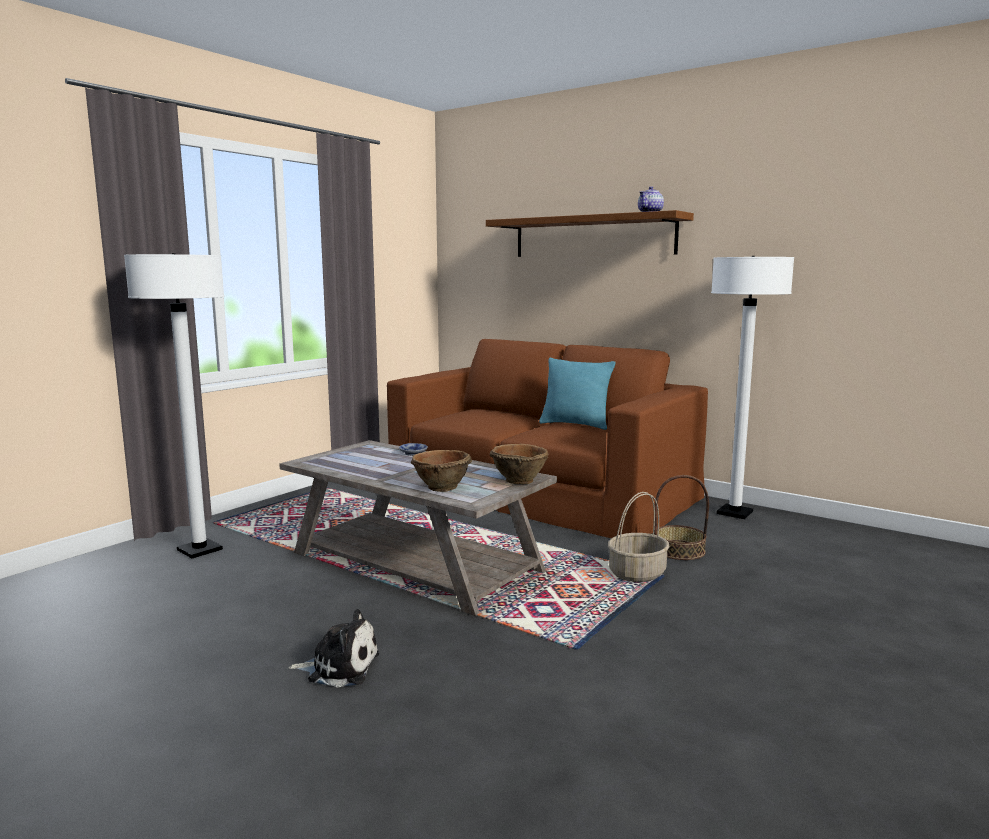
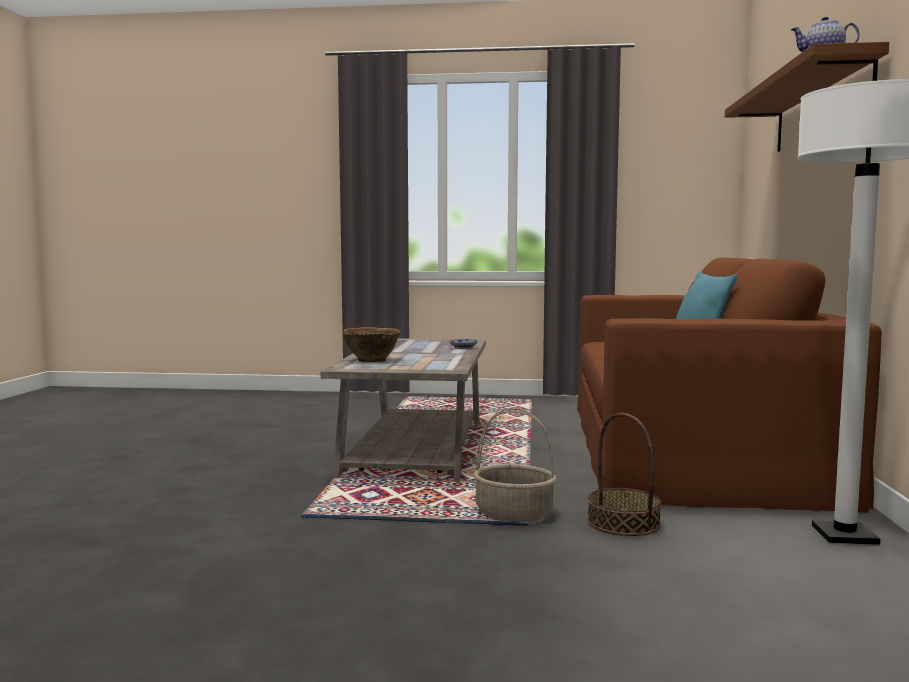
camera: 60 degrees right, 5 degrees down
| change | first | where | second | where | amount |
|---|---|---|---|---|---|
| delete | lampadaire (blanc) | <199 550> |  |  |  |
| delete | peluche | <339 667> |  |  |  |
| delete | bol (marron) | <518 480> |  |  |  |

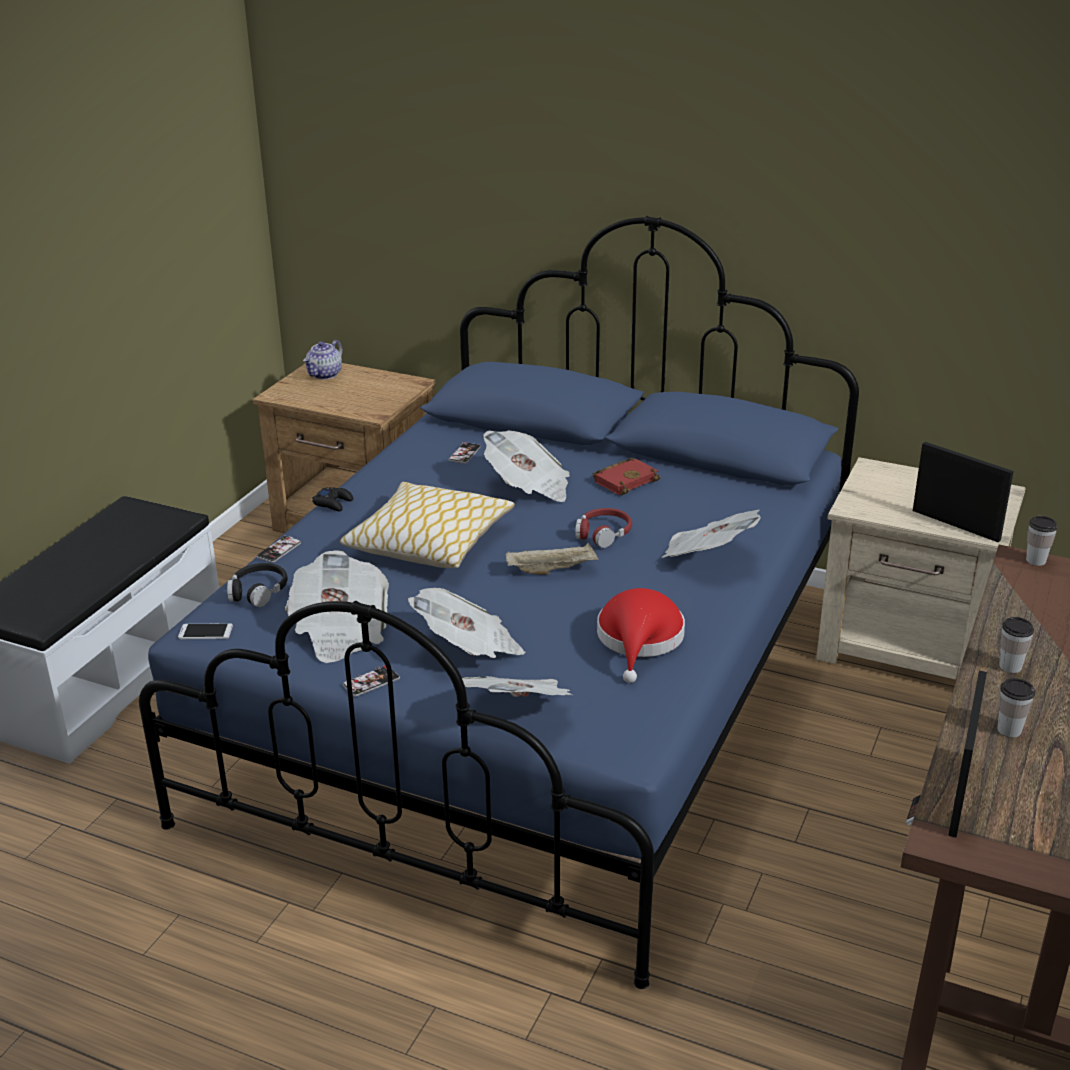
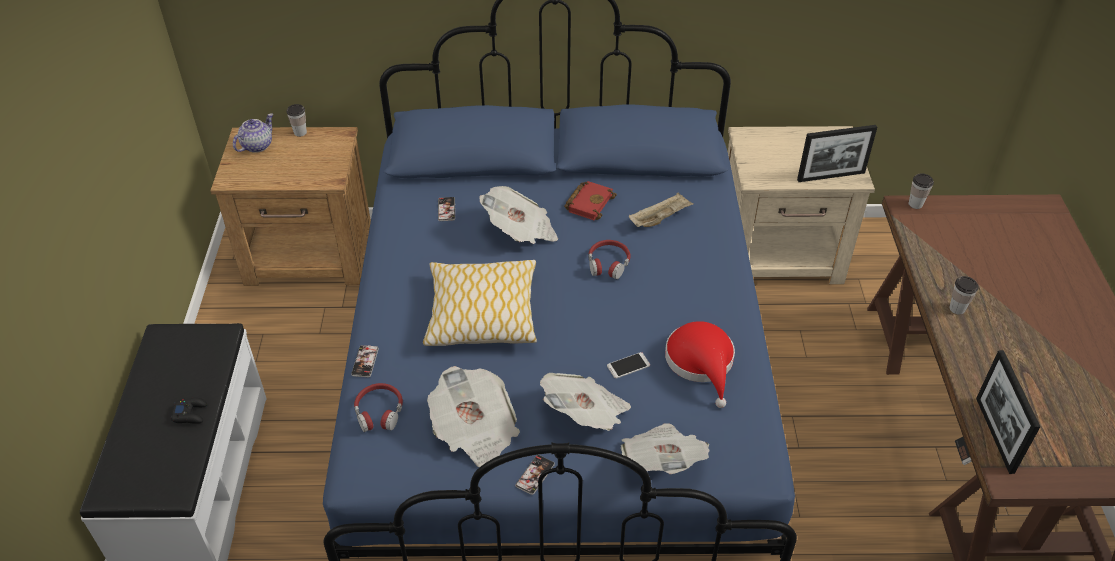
camera: 25 degrees left, 15 degrees up
| change | first | where | second | where | amount |
|---|---|---|---|---|---|
| delete | journal | <708 556> |  |  |  |
| move | téléphone | <205 632> |  | <628 365> |  |
| move | manette (noir) | <333 503> |  | <190 413> |  |
| move | plateau (beige) | <553 570> |  | <660 219> |  |
| move | tasse | <1009 730> |  | <300 132> |  |
| recolor | casque audio (noir) | <258 591> | casque audio (rouge) | <379 412> |  |
| rotate | théière | <325 375> |  | <257 145> | 150 degrees counterclockwise |
| rotate | cadre photo | <955 525> |  | <831 176> | 150 degrees clockwise |

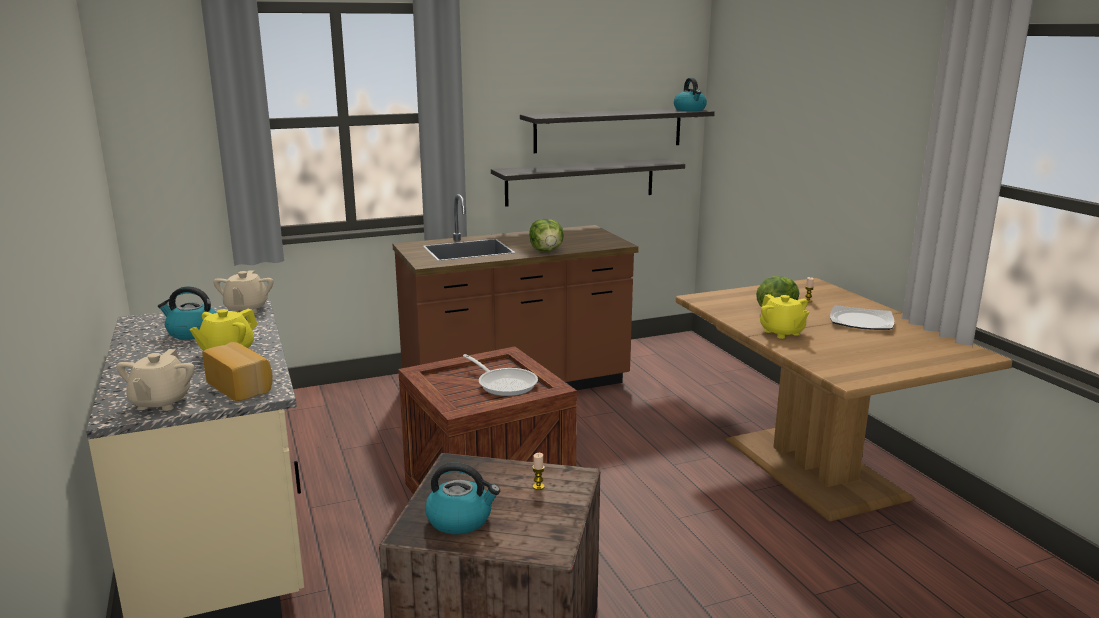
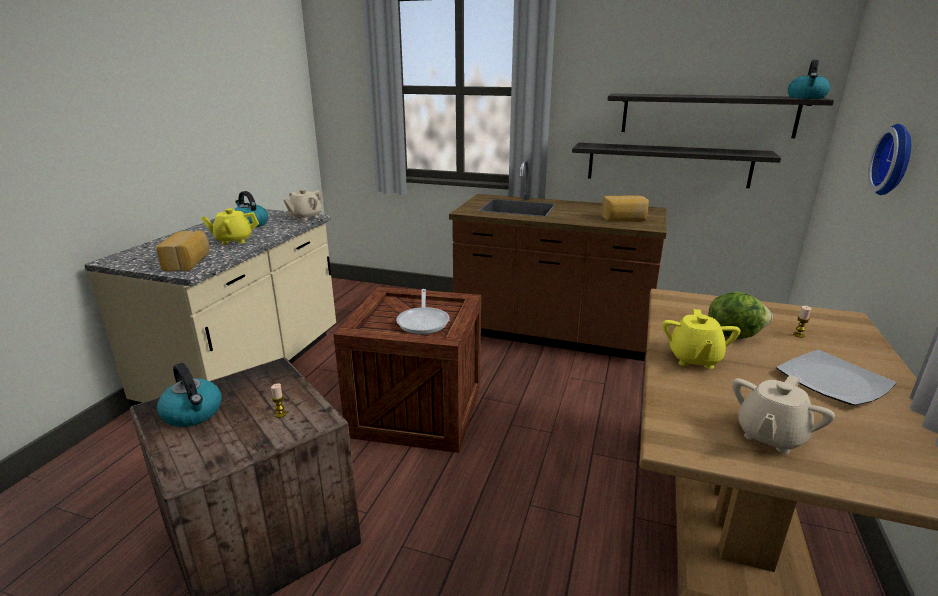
camera: 40 degrees right, 5 degrees up
| change | first | where | second | where | amount |
|---|---|---|---|---|---|
| delete | laitue | <547 251> |  |  |  |
| insert |  |  | pain | <624 219> |  |
| insert |  |  | horloge murale | <896 160> |  |
| move | théière (beige) | <161 403> |  | <770 436> |  |

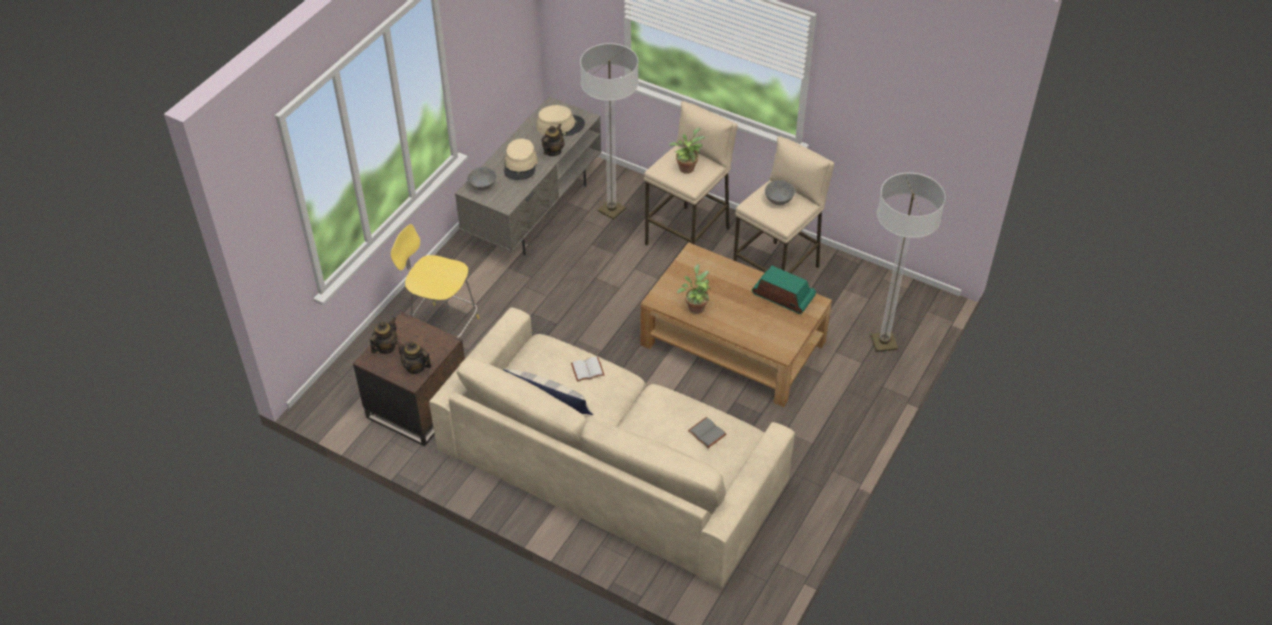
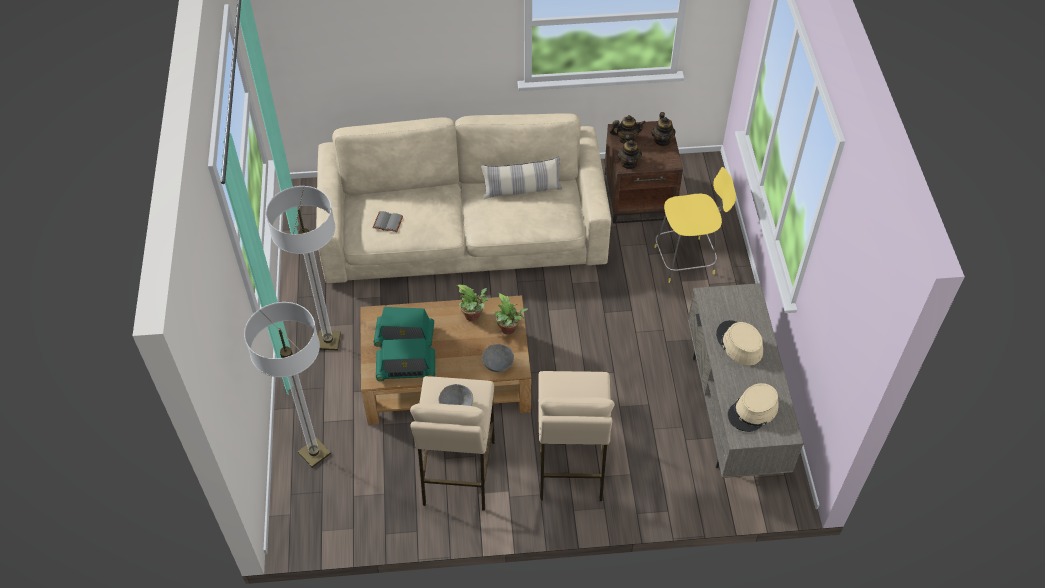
camera: 145 degrees right, 5 degrees up
| change | first | where | second | where | amount |
|---|---|---|---|---|---|
| delete | livre (blanc) | <587 370> |  |  |  |
| insert |  |  | radio | <404 336> |  |
| move | bol (gris) | <482 186> |  | <498 365> |  |
| move | théière | <553 151> |  | <629 163> |  |
| move | lampadaire | <611 210> |  | <328 341> |  |
| move | plante en pot | <687 167> |  | <509 330> |  |

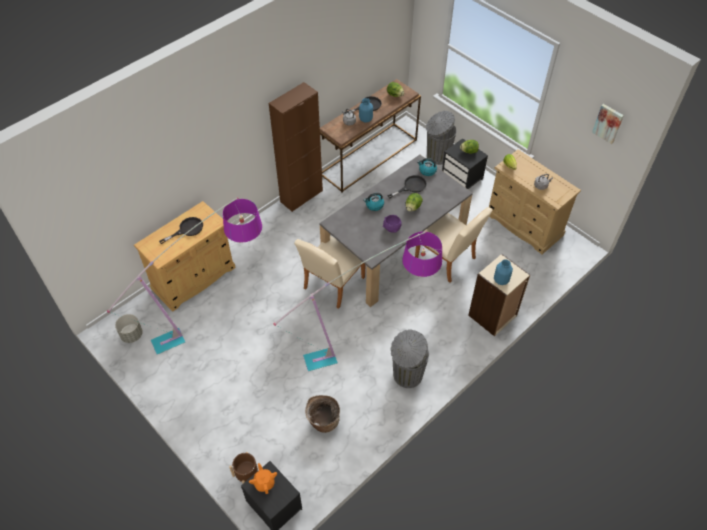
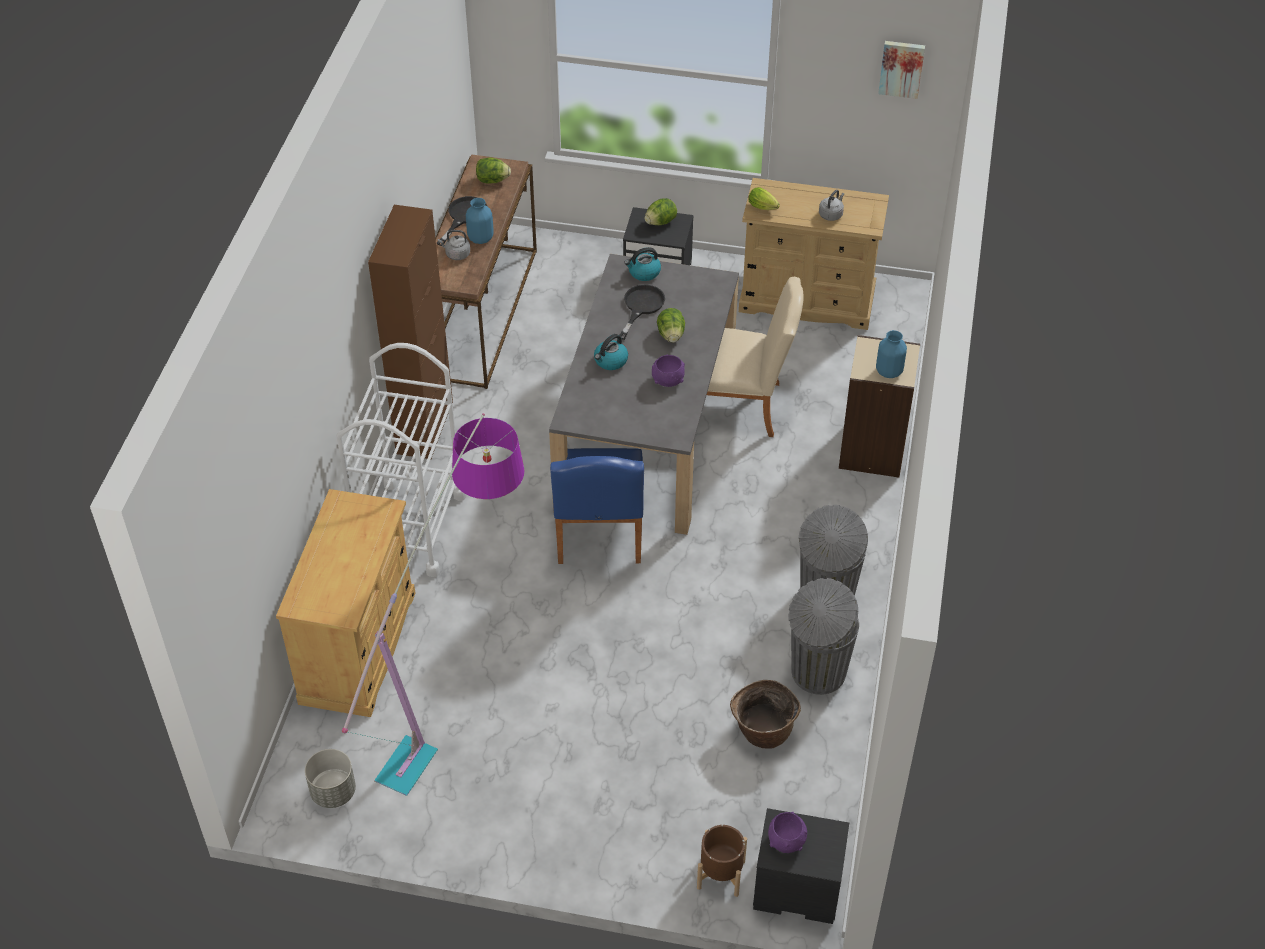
camera: 35 degrees left, 5 degrees down
| change | first | where | second | where | amount |
|---|---|---|---|---|---|
| delete | poêle (noir) | <187 229> |  |  |  |
| delete | lampadaire | <372 345> |  |  |  |
| insert |  |  | chariot (blanc) | <411 527> |  |
| move | poubelle (gris) | <437 156> |  | <817 673> |  |
| replace | théière (orange) | <264 482> | bol (violet) | <787 841> |  |
| recolor | chaise (beige) | <331 285> | chaise (bleu) | <599 535> |  |

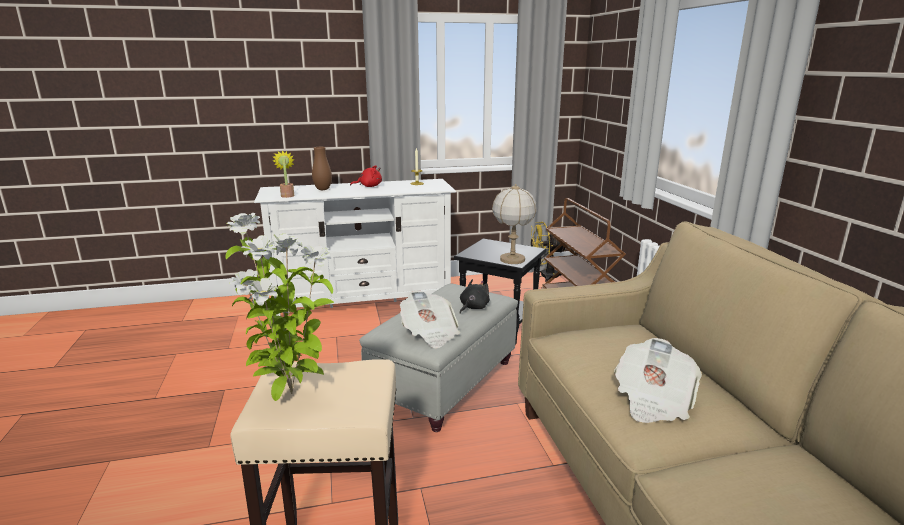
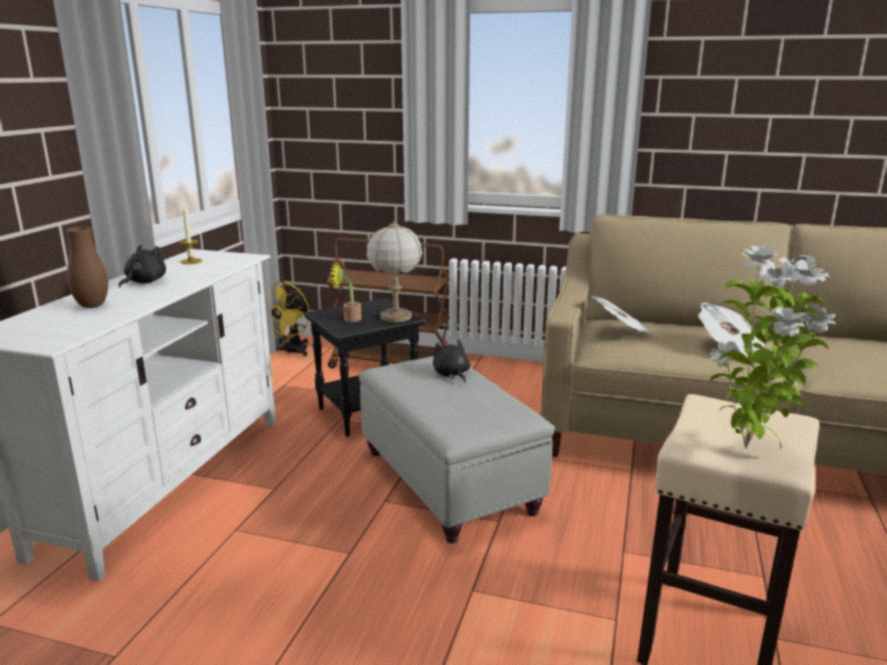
camera: 60 degrees left, 0 degrees up
| change | first | where | second | where | amount |
|---|---|---|---|---|---|
| move | plante en pot | <287 195> |  | <349 319> |  |
| move | journal | <430 333> |  | <622 332> |  |
| recolor | peluche (rouge) | <369 186> | peluche (noir) | <144 282> |  |

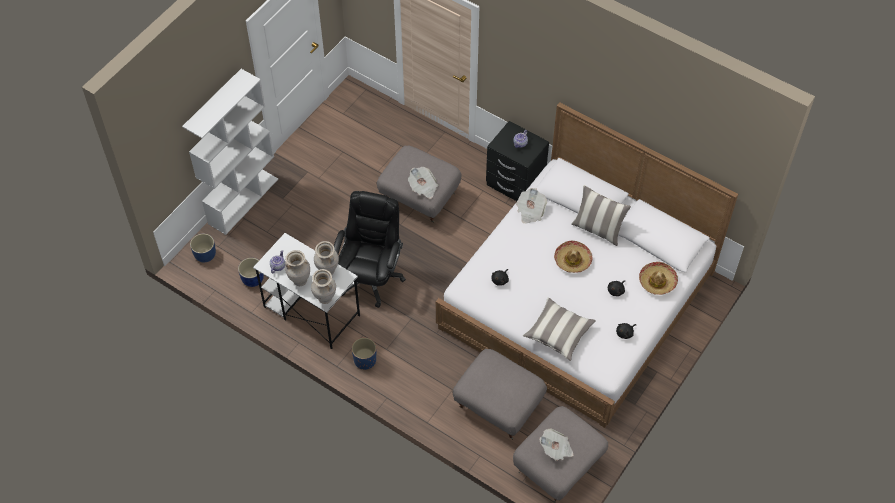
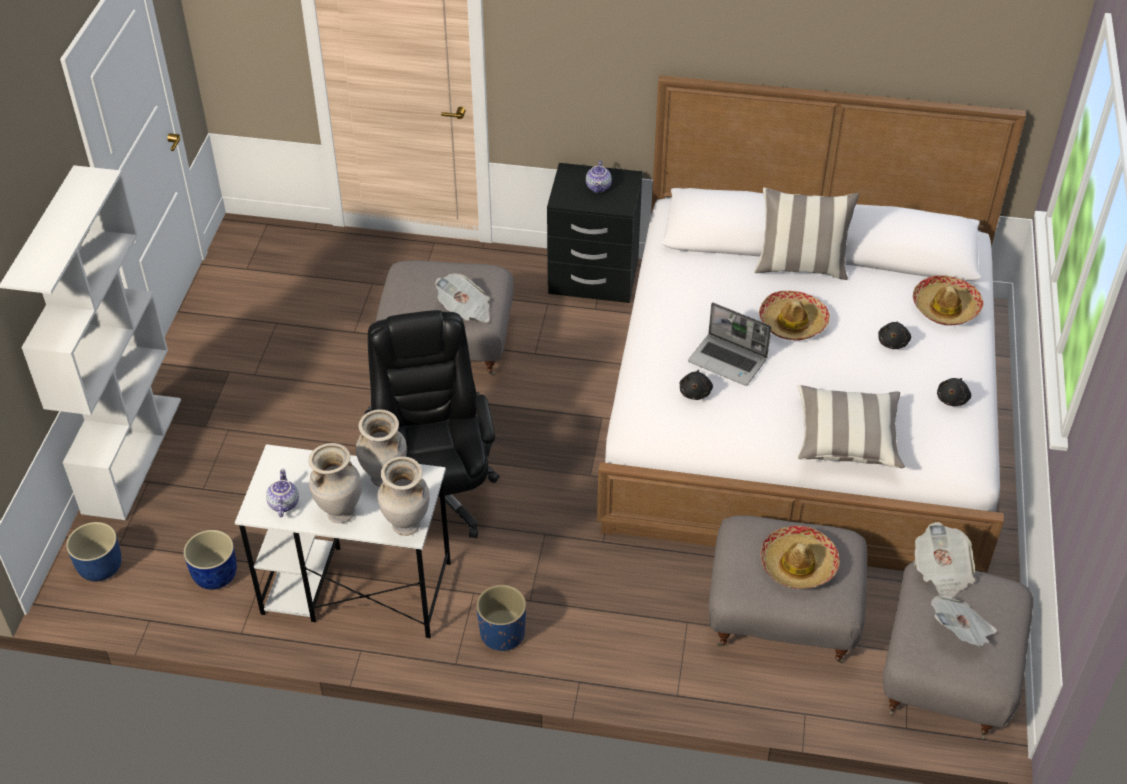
camera: 25 degrees left, 10 degrees down
| change | first | where | second | where | amount |
|---|---|---|---|---|---|
| insert |  |  | ordinateur portable | <728 361> |  |
| insert |  |  | chapeau | <798 564> |  |
| move | journal | <530 211> |  | <941 572> |  |

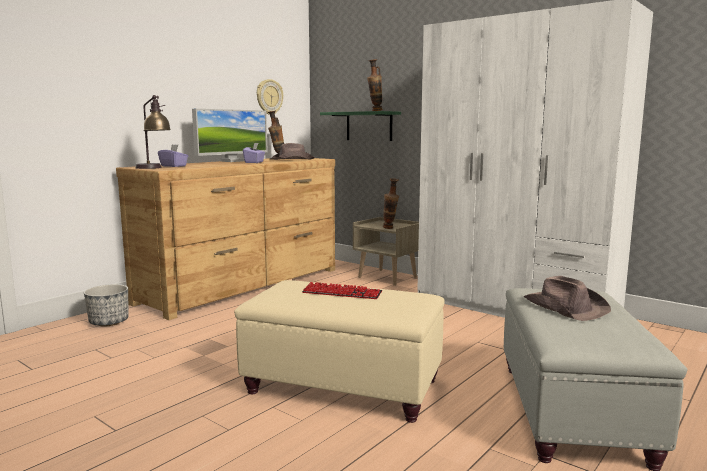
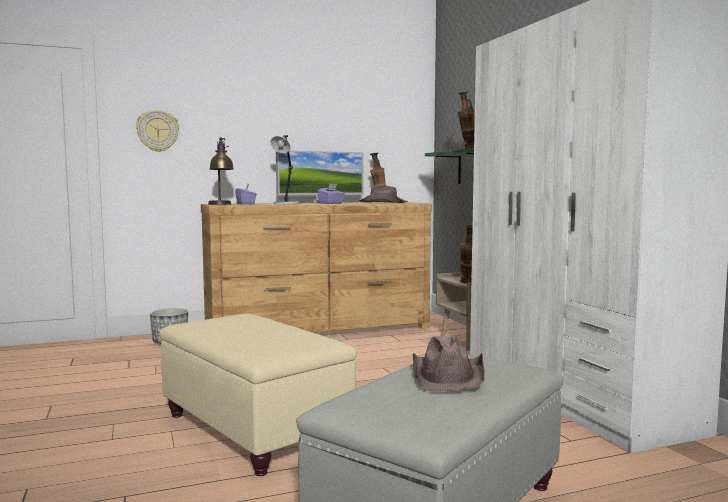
camera: 30 degrees right, 5 degrees down
| change | first | where | second | where | amount |
|---|---|---|---|---|---|
| delete | clavier | <342 293> |  |  |  |
| insert |  |  | lampe de table (gris) | <285 203> |  |
| move | horloge murale | <269 97> |  | <157 131> |  |

